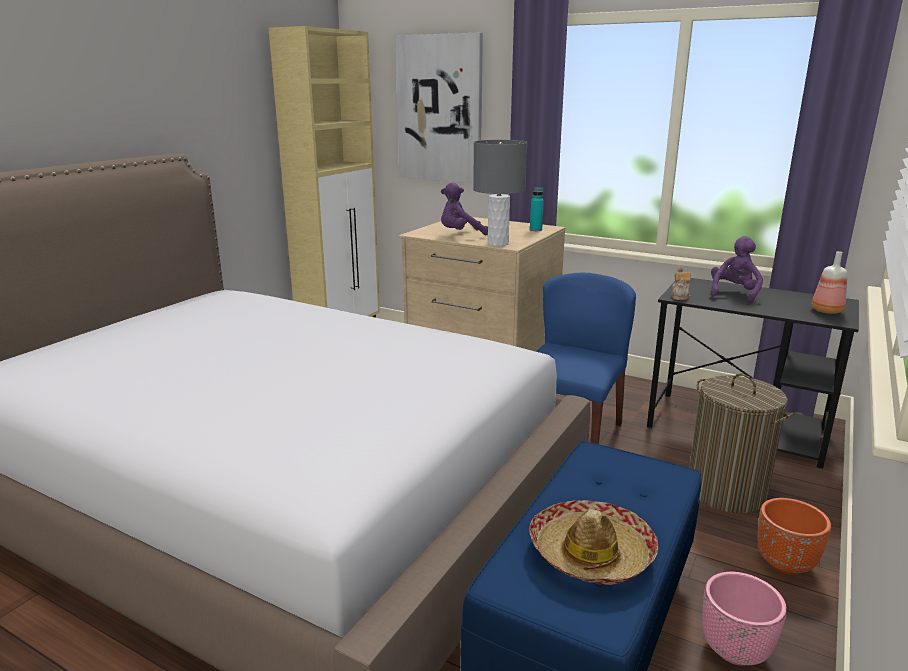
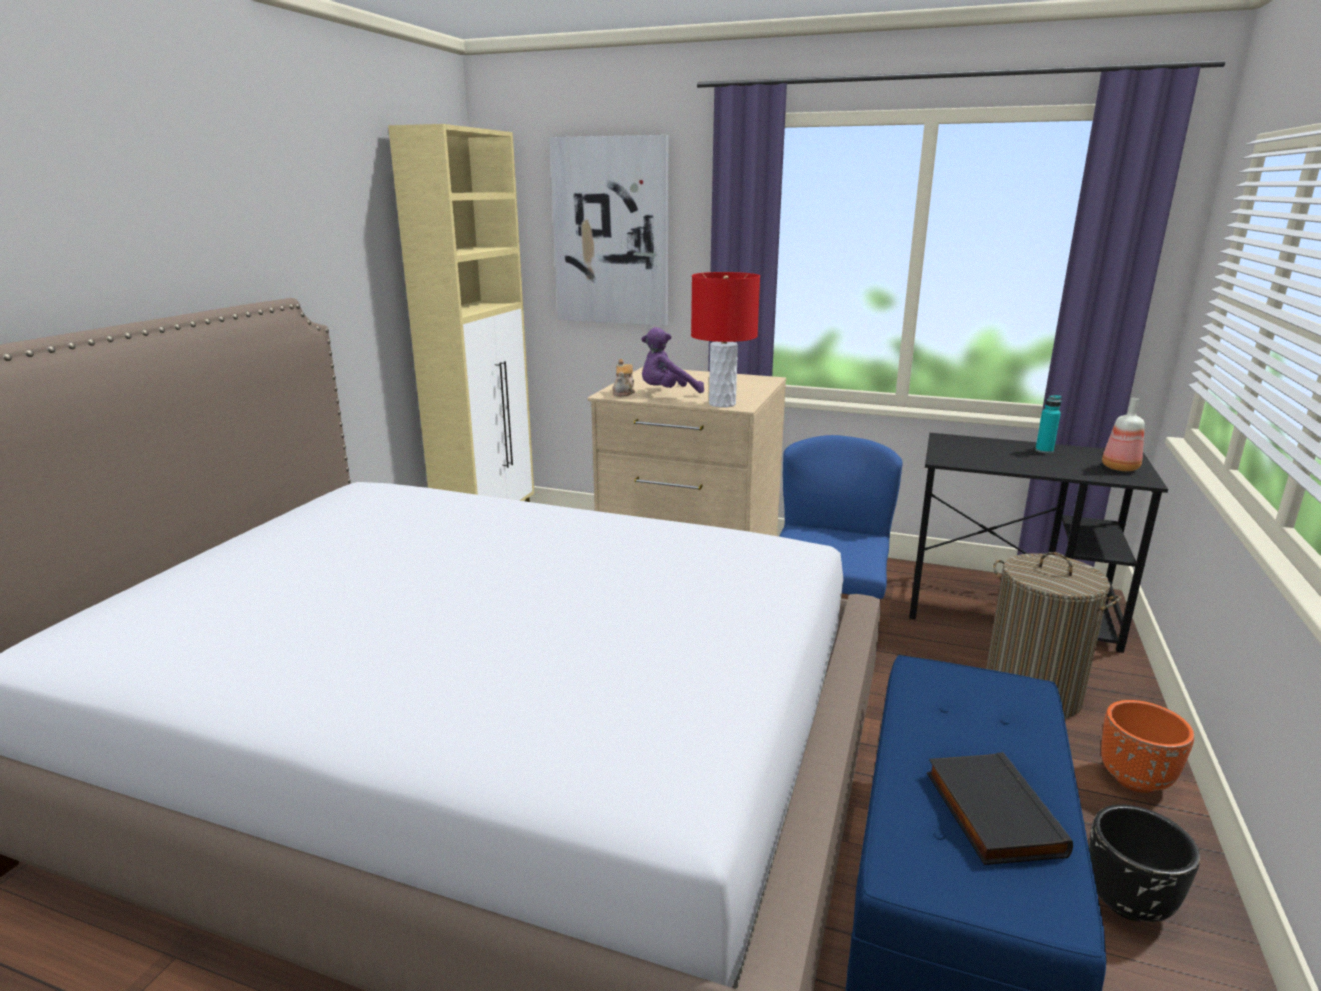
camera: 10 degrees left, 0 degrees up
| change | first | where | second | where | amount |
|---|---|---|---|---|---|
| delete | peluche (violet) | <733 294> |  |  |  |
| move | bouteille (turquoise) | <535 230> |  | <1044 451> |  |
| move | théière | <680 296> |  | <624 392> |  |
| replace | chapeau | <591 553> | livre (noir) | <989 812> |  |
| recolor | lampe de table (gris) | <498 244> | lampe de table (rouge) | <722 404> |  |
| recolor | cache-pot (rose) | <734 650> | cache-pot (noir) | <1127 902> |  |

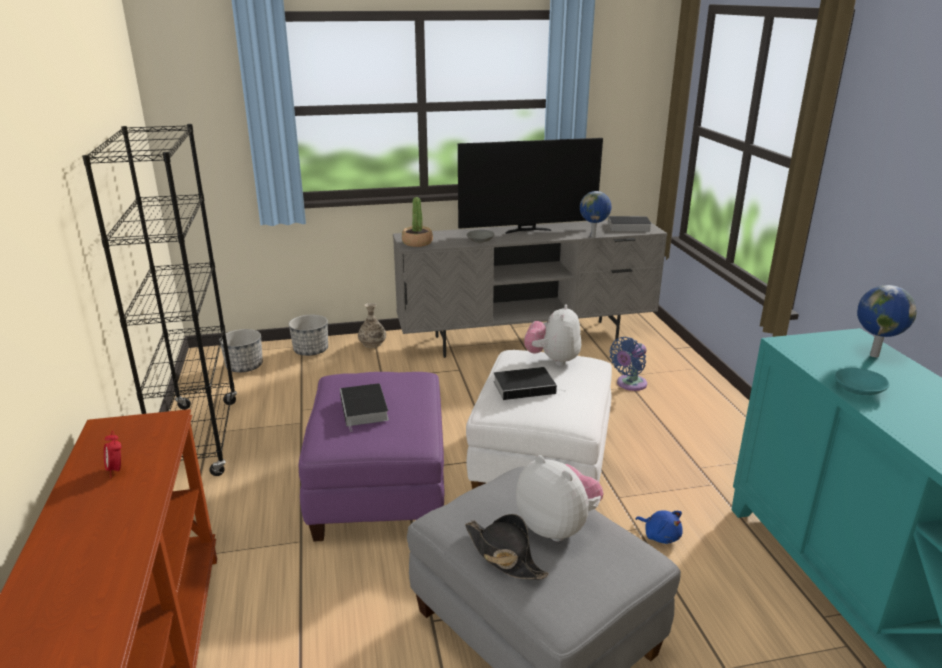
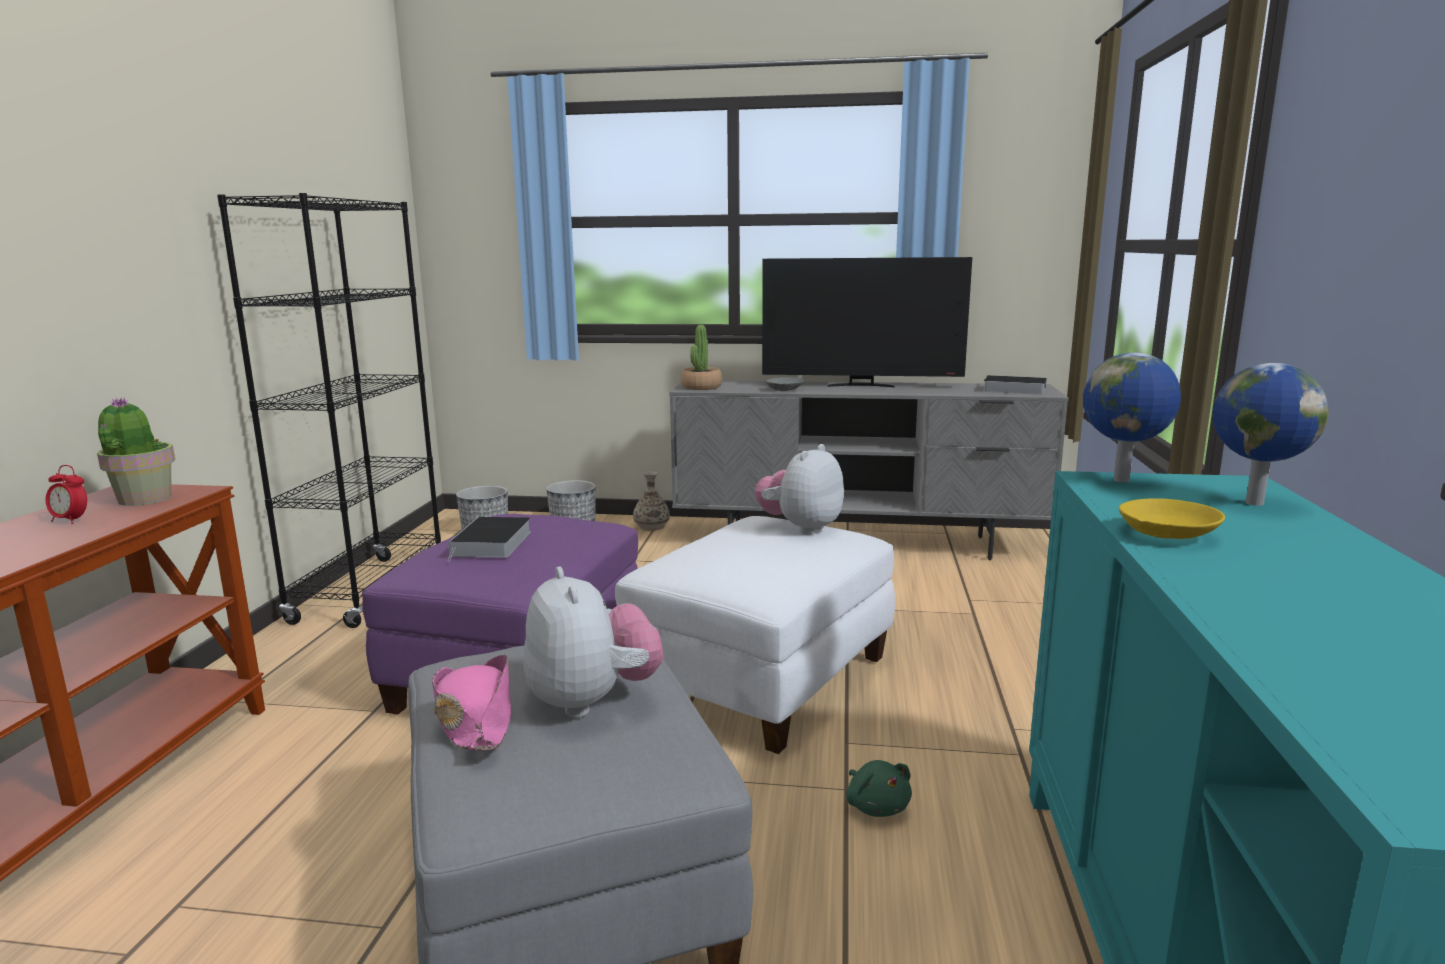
camera: 20 degrees right, 10 degrees down
| change | first | where | second | where | amount |
|---|---|---|---|---|---|
| delete | livre | <526 387> |  |  |  |
| delete | ventilateur (bleu) | <629 384> |  |  |  |
| insert |  |  | plante en pot | <143 499> |  |
| move | globe | <593 236> |  | <1123 480> |  |
| recolor | chapeau (noir) | <503 555> | chapeau (rose) | <475 718> |  |
| recolor | peluche (bleu) | <660 535> | peluche (vert) | <876 806> |  |
| recolor | bol (turquoise) | <858 390> | bol (jaune) | <1165 534> |  |
| rotate | réveil | <116 470> |  | <71 521> | 60 degrees counterclockwise |

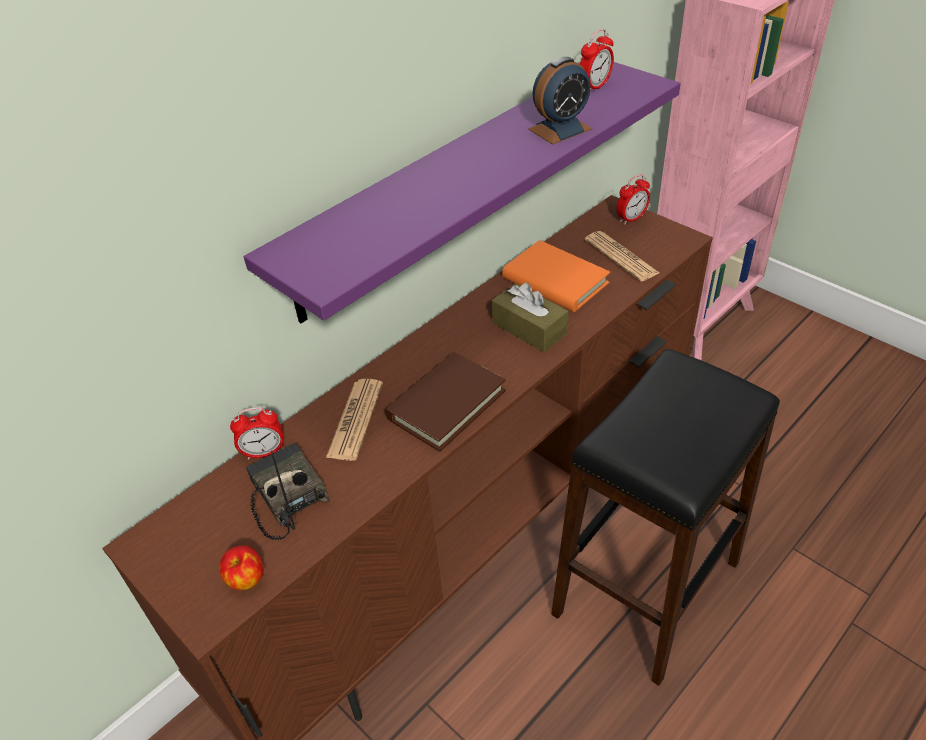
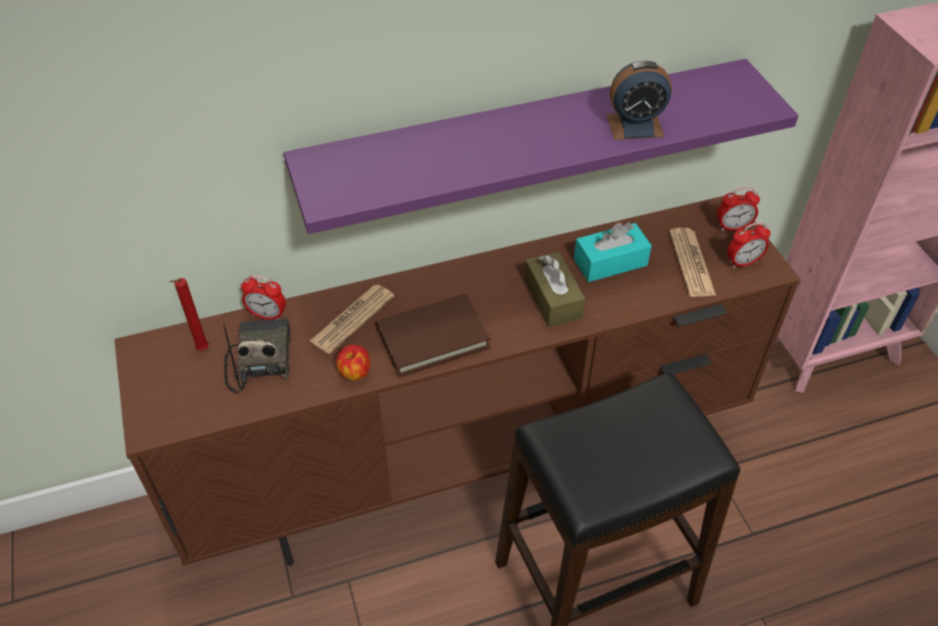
camera: 25 degrees right, 5 degrees up
| change | first | where | second | where | amount |
|---|---|---|---|---|---|
| insert |  |  | bougie (rouge) | <201 350> |  |
| move | pomme | <246 579> |  | <355 373> |  |
| move | réveil | <594 87> |  | <743 262> |  |
| replace | livre (orange) | <555 281> | boîte à mouchoirs (turquoise) | <610 262> |  |

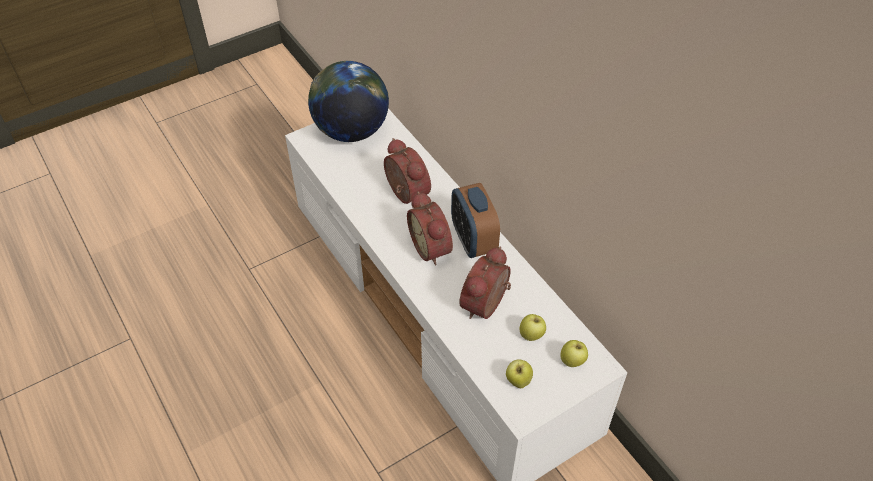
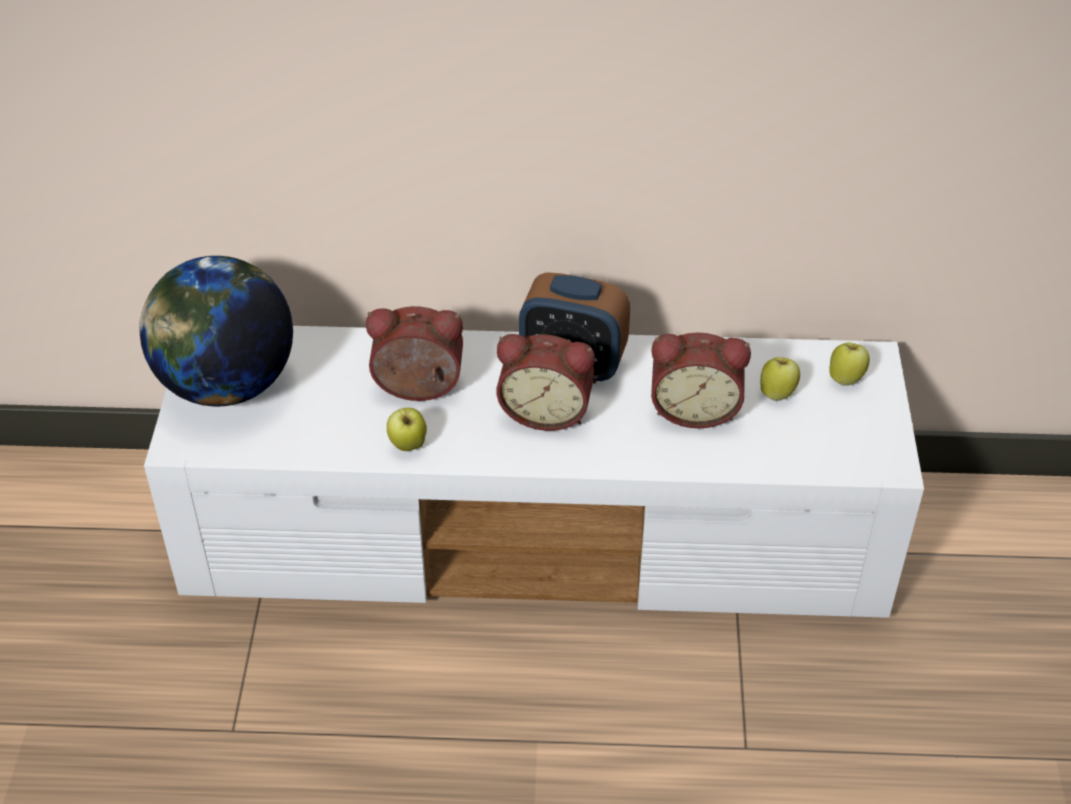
camera: 55 degrees left, 5 degrees down
| change | first | where | second | where | amount |
|---|---|---|---|---|---|
| move | pomme | <518 381> |  | <408 445> |  |
| rotate | réveil | <487 305> |  | <694 409> | 60 degrees counterclockwise |

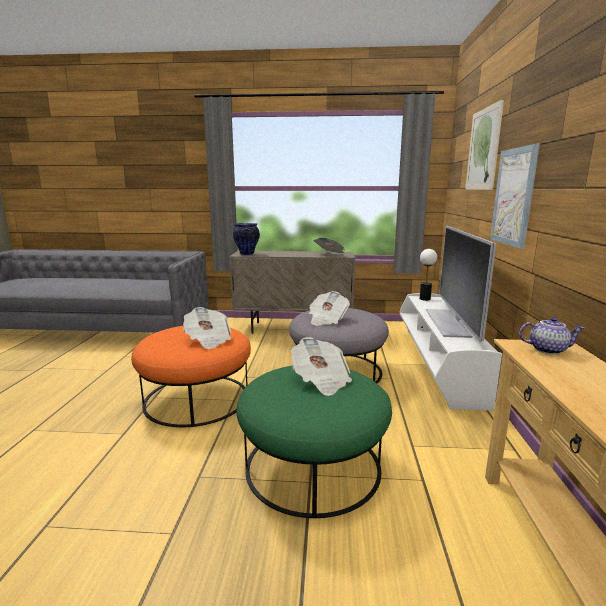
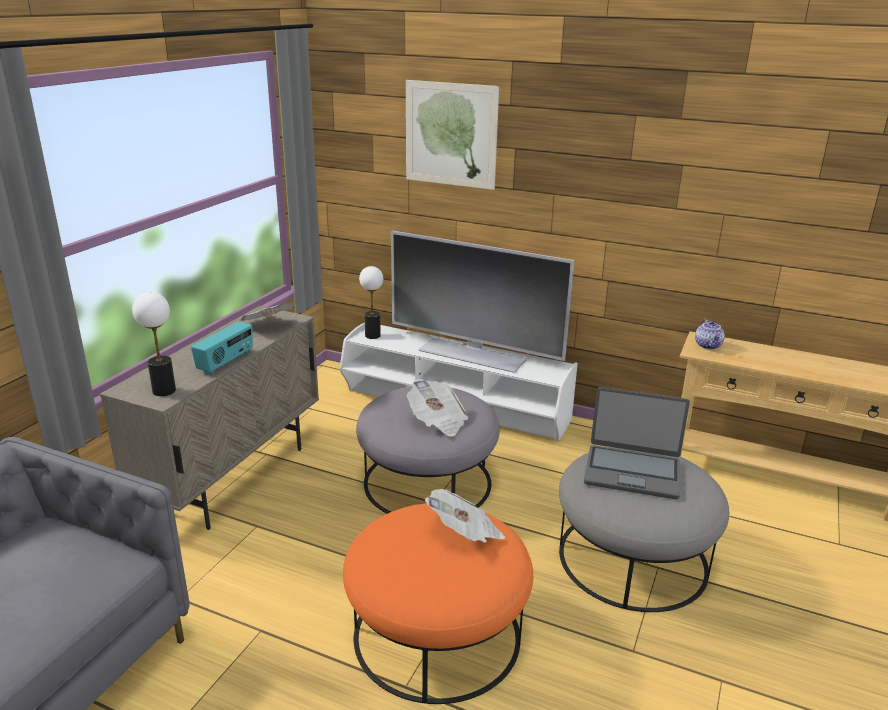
camera: 70 degrees left, 10 degrees up
| change | first | where | second | where | amount |
|---|---|---|---|---|---|
| delete | tableau | <513 197> |  |  |  |
| insert |  |  | radio | <226 362> |  |
| replace | vase | <246 254> | lampe de table | <163 391> |  |
| replace | journal | <321 380> | ordinateur portable | <632 472> |  |
| recolor | pouf (vert) | <313 466> | pouf (gris) | <633 558> |  |
| rotate | théière | <547 349> |  | <708 346> | 150 degrees clockwise |

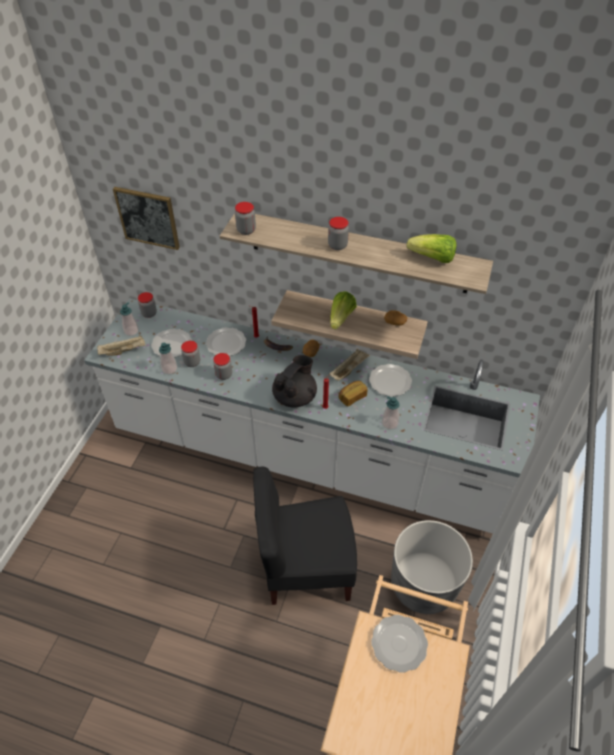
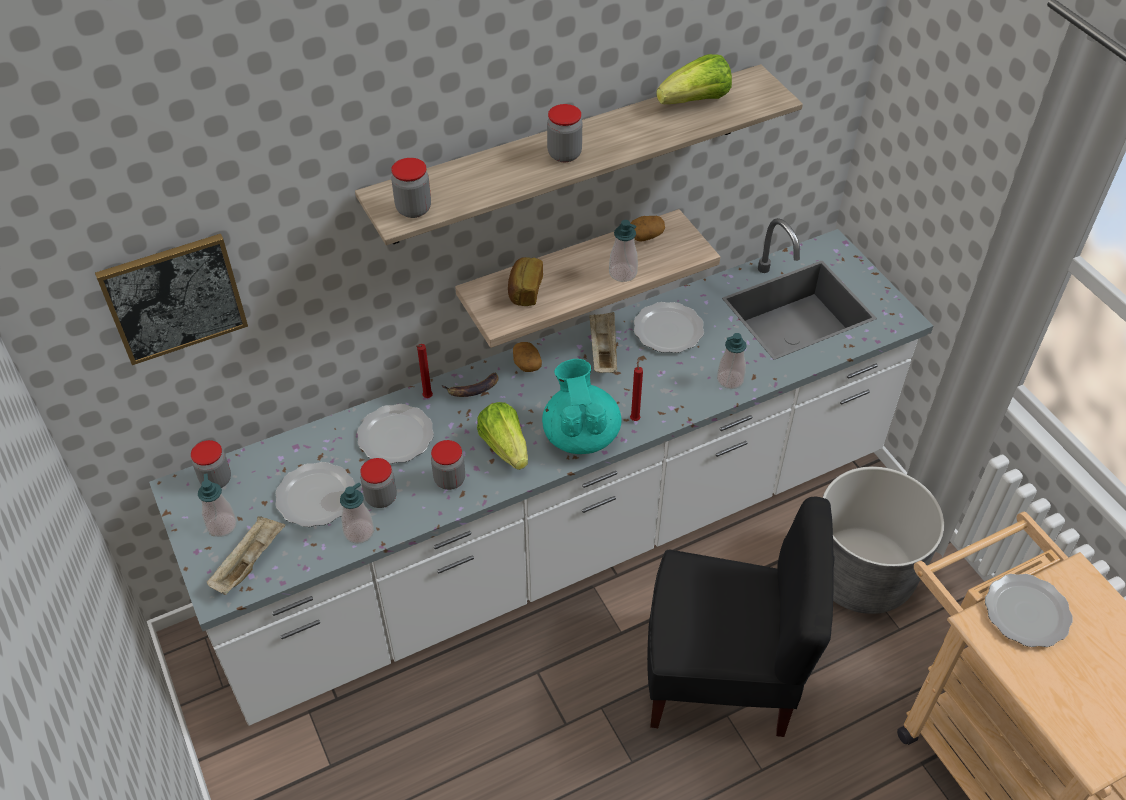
camera: 45 degrees left, 0 degrees up
| change | first | where | second | where | amount |
|---|---|---|---|---|---|
| insert |  |  | distributeur de savon | <622 273> |  |
| move | laitue | <341 318> |  | <505 447> |  |
| move | pain | <352 397> |  | <524 291> |  |
| recolor | théière (noir) | <295 396> | théière (turquoise) | <580 434> |  |
| rotate | chaise (noir) | <306 568> |  | <721 676> | 120 degrees counterclockwise |

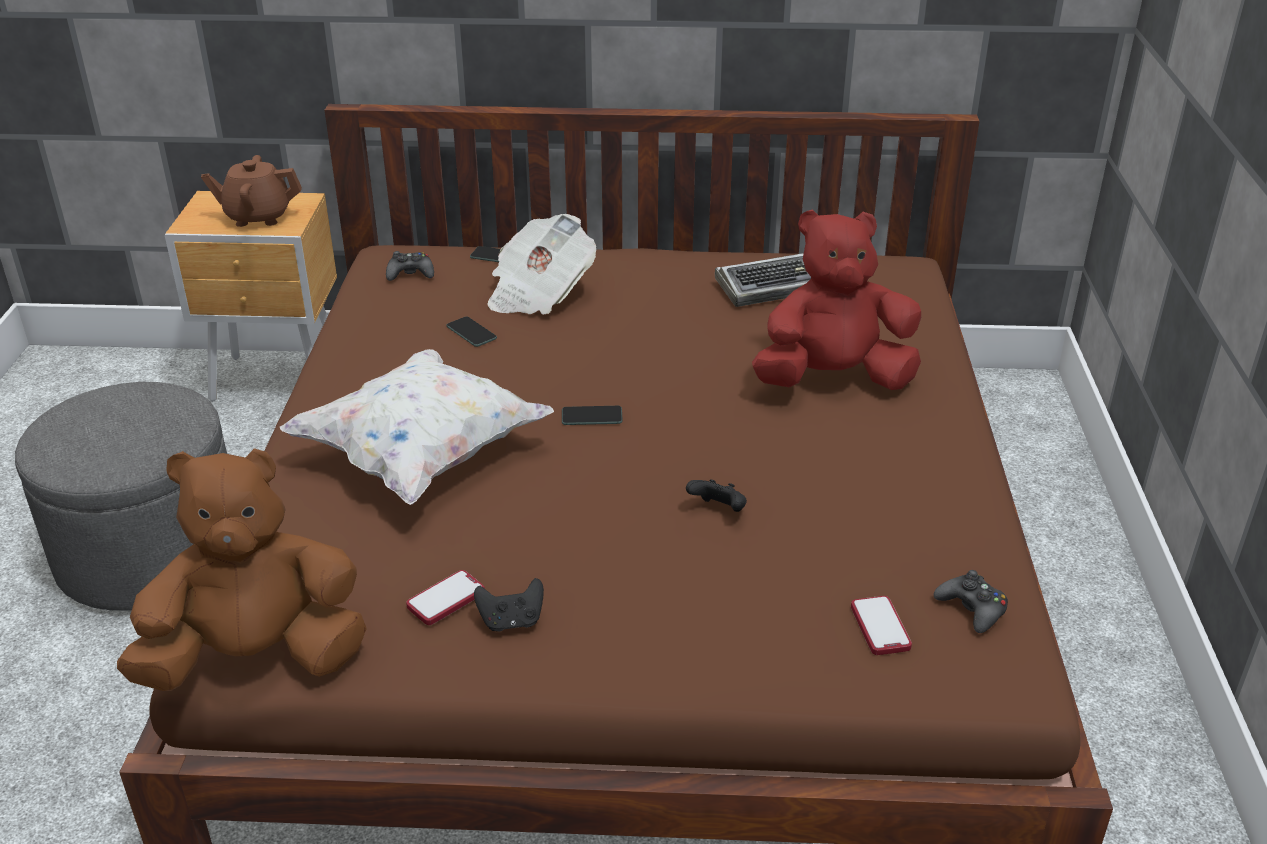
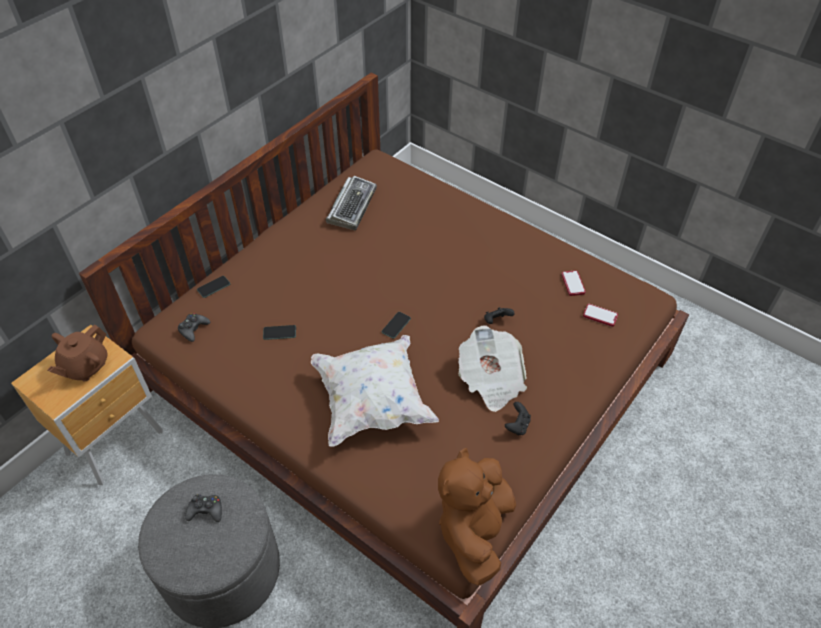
camera: 55 degrees left, 15 degrees up
| change | first | where | second | where | amount |
|---|---|---|---|---|---|
| delete | peluche (rouge) | <833 379> |  |  |  |
| move | téléphone | <446 599> |  | <573 284> |  |
| move | journal | <539 293> |  | <491 380> |  |
| move | manette (noir) | <972 609> |  | <206 510> |  |

